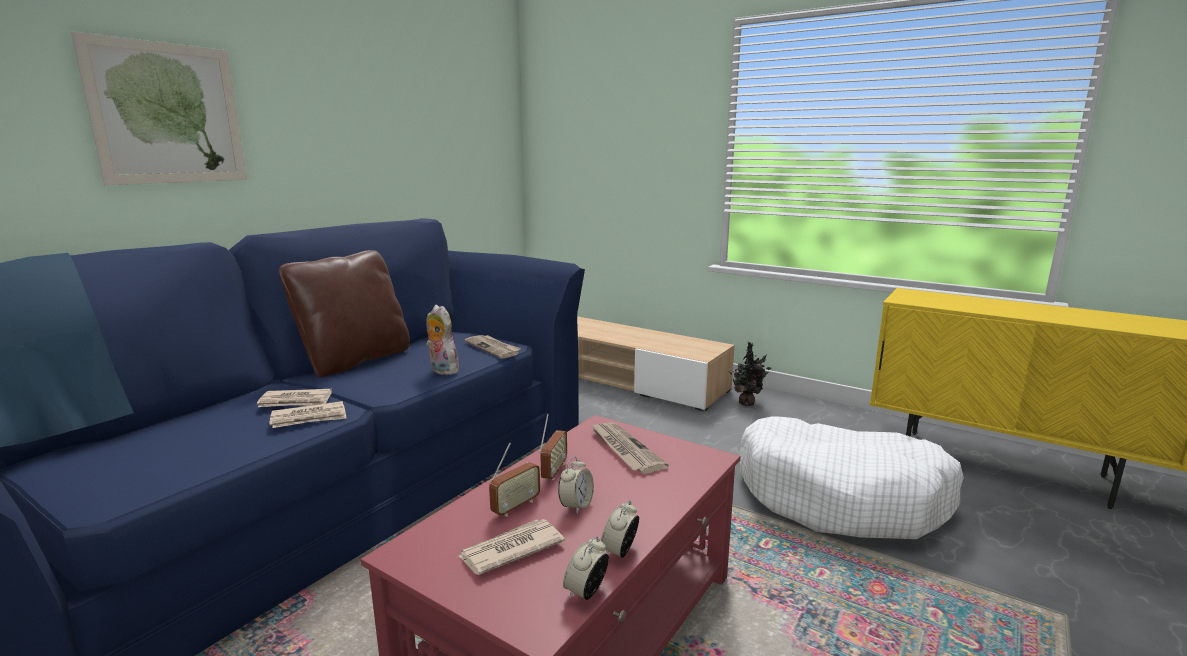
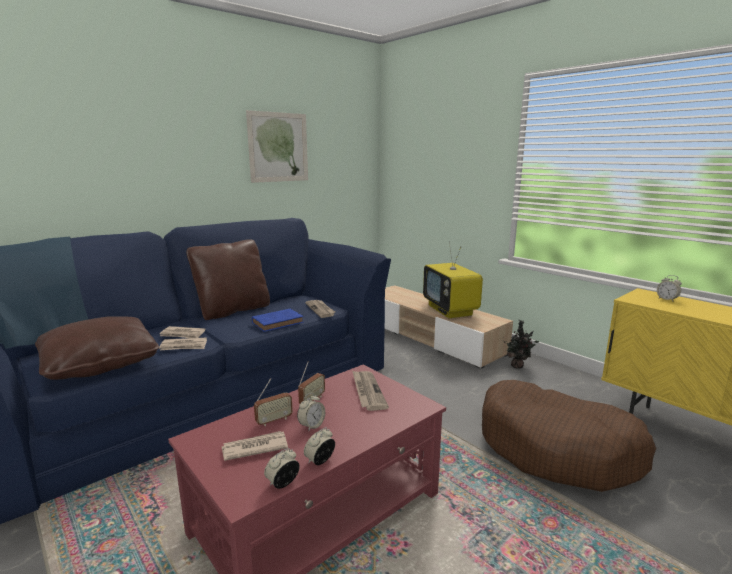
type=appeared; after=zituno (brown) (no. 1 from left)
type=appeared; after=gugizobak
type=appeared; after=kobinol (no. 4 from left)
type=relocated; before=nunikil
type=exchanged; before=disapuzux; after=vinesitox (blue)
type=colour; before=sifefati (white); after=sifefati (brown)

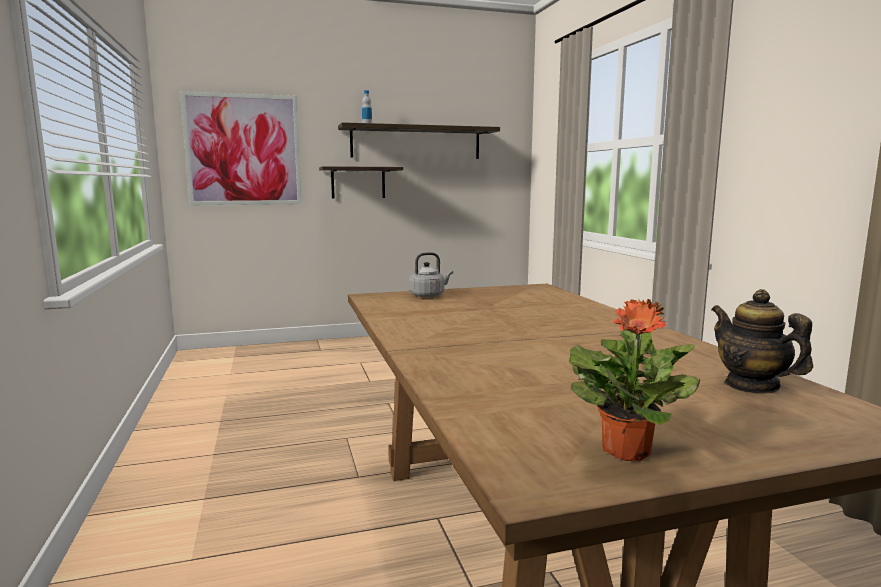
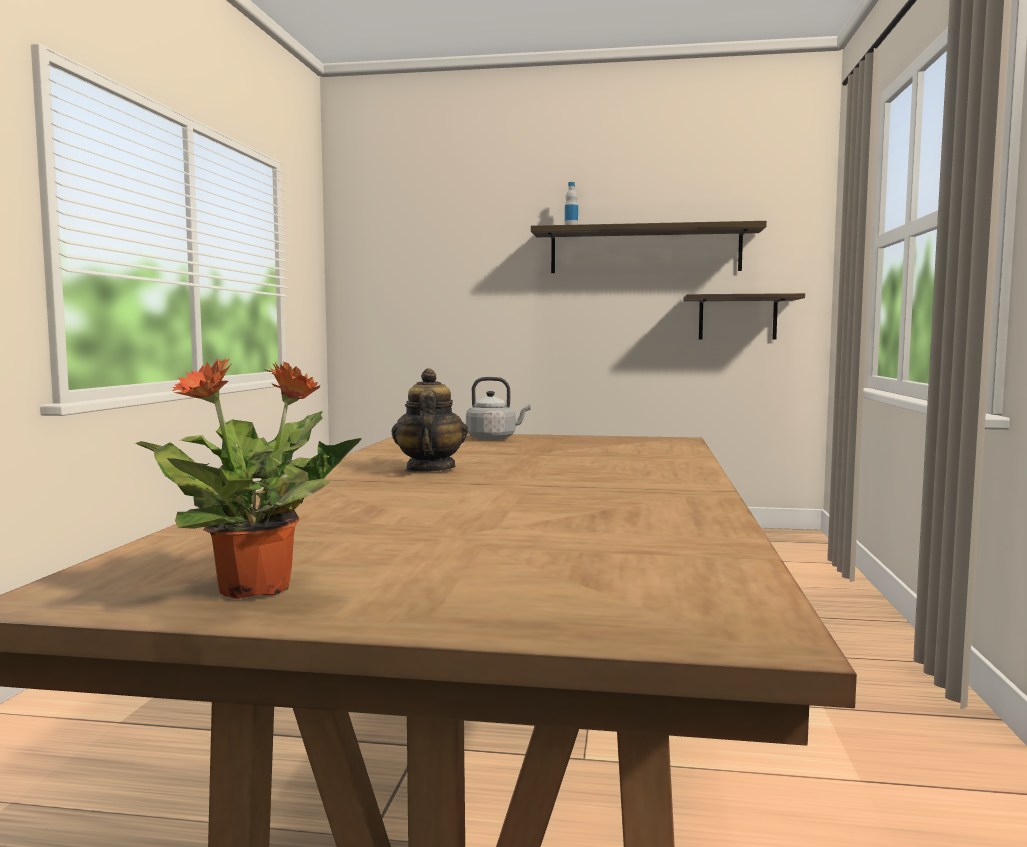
type=missing; before=nunikil
type=relocated; before=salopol (no. 1 from left in the first image); after=salopol (no. 2 from left)
type=relocated; before=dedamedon

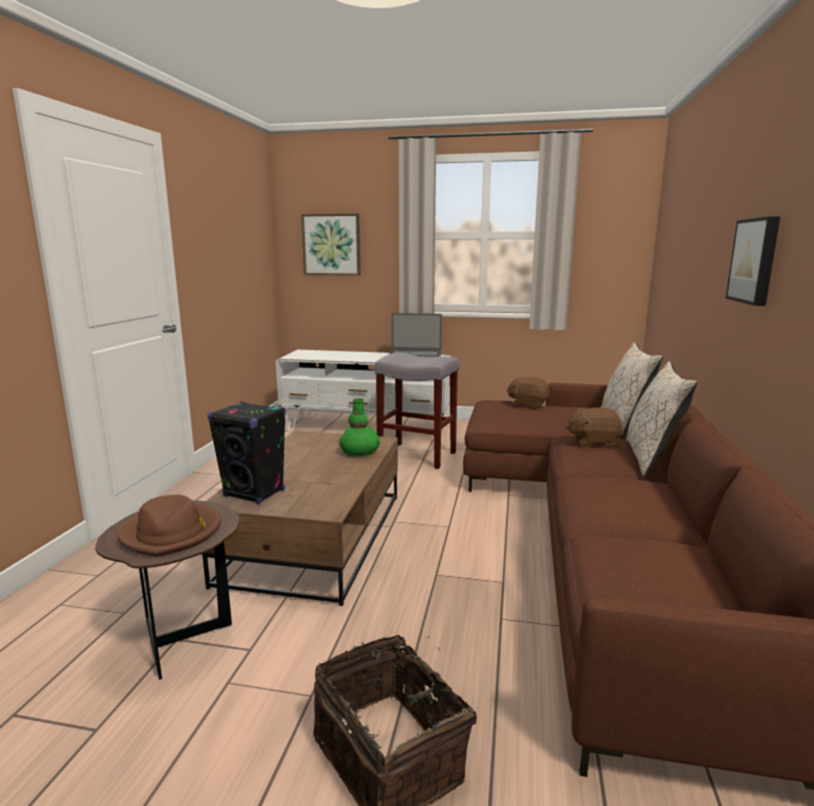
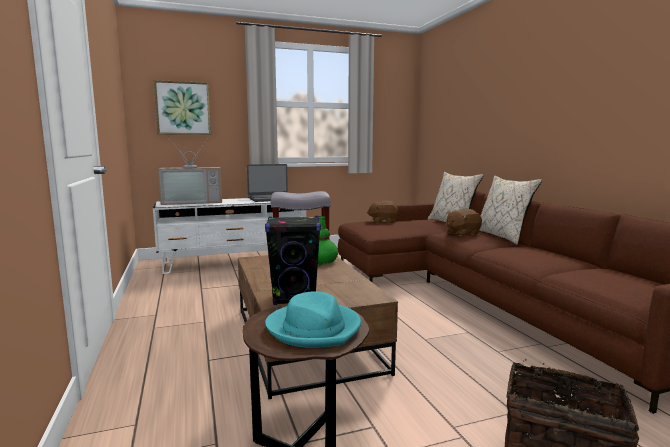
type=missing; before=nunikil (no. 2 from left)
type=appeared; after=gugizobak
type=colour; before=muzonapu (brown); after=muzonapu (turquoise)

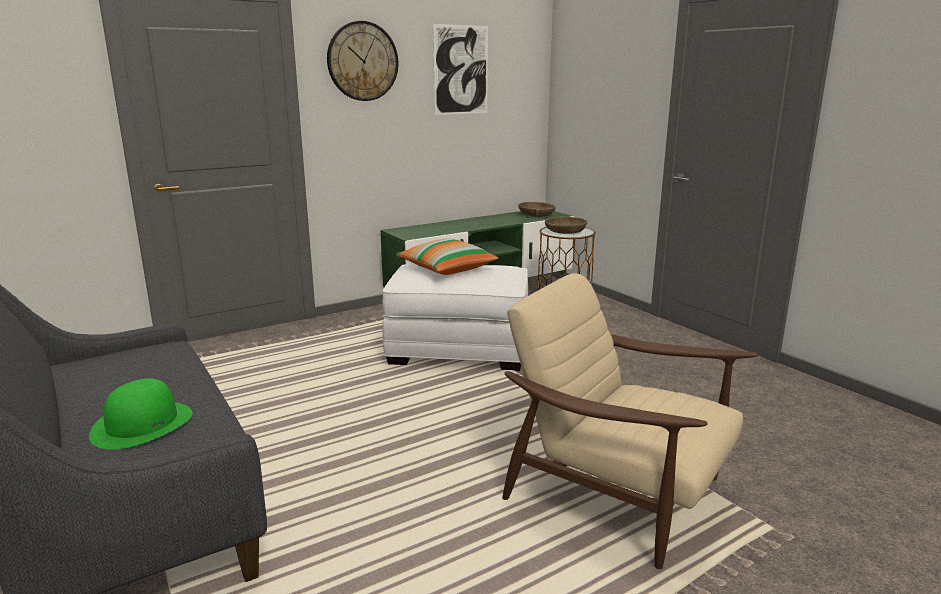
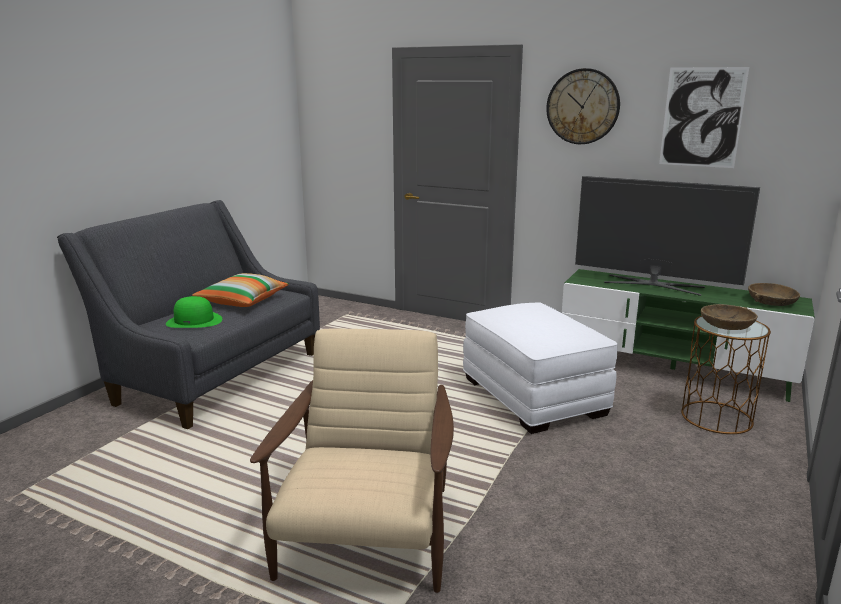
type=appeared; after=gugizobak
type=relocated; before=zituno

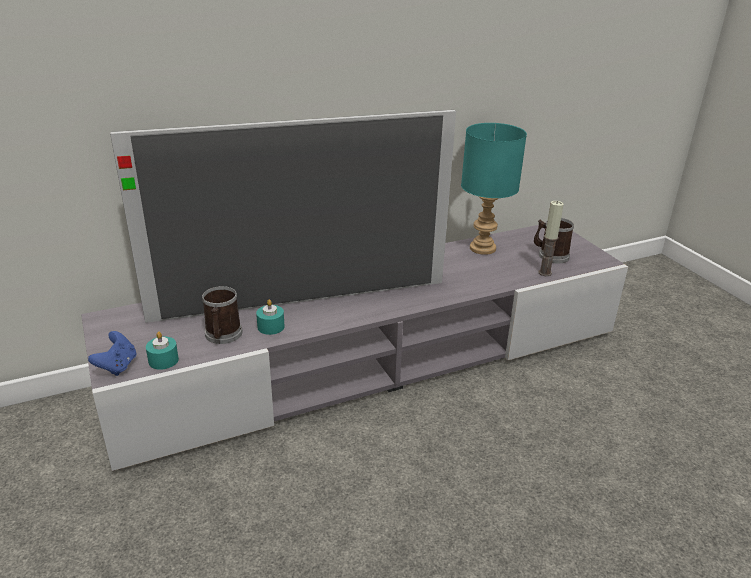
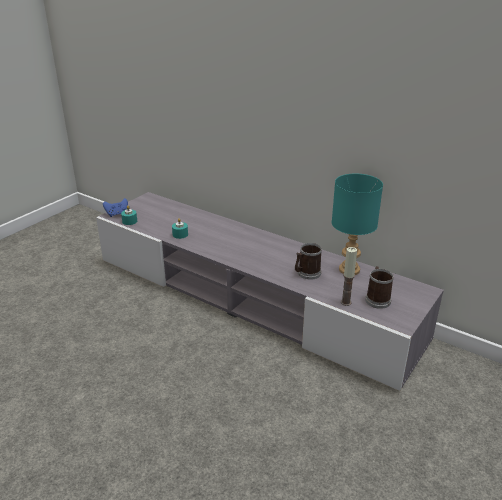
type=missing; before=gugizobak
type=relocated; before=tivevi (no. 1 from left)

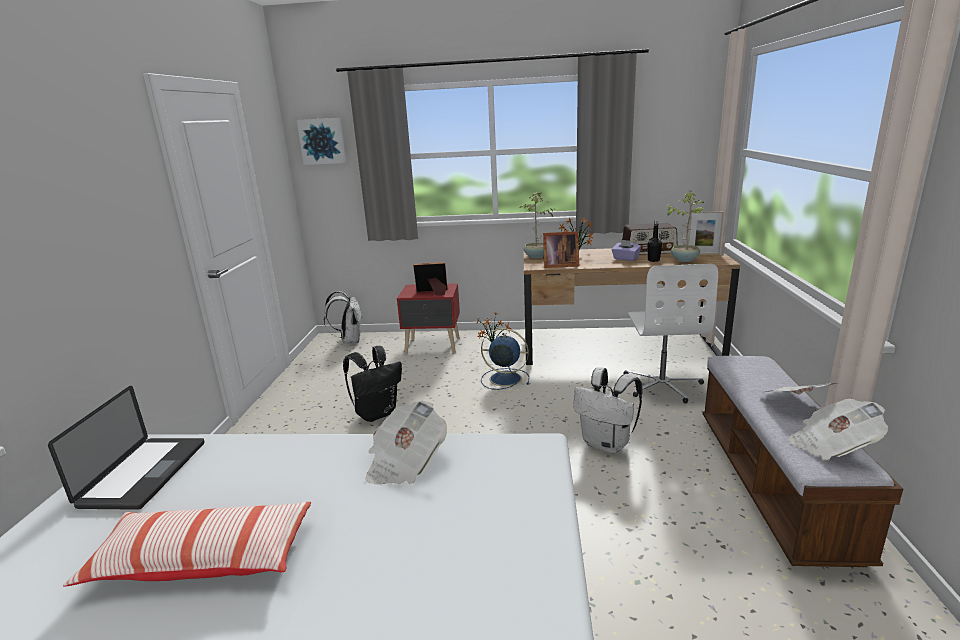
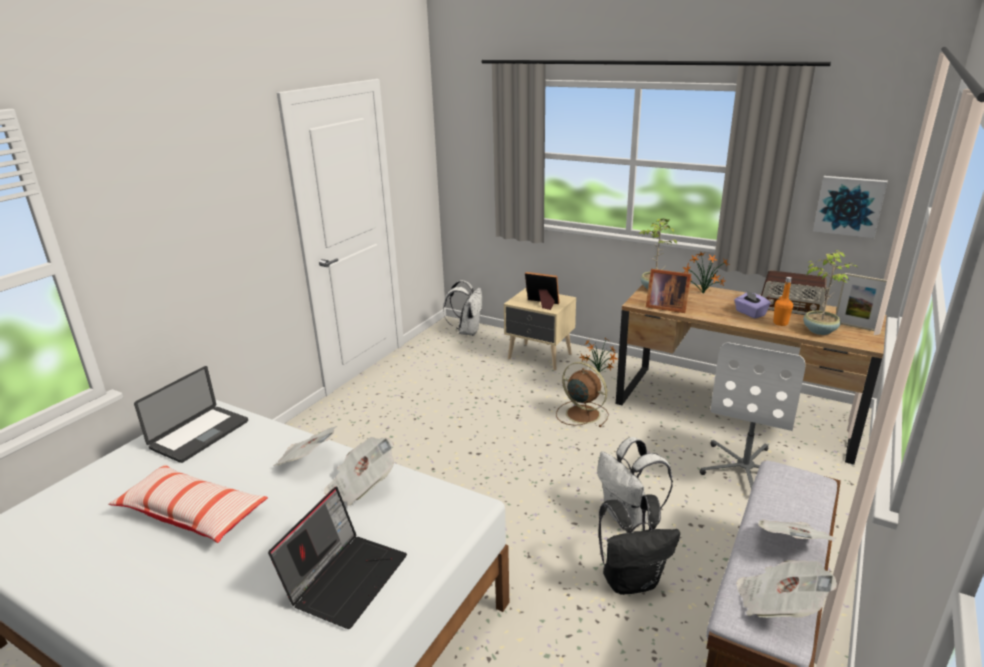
type=appeared; after=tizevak (no. 2 from left)
type=appeared; after=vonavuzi (no. 1 from left)
type=relocated; before=nunikil
type=relocated; before=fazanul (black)
type=colour; before=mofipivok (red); after=mofipivok (beige)
type=colour; before=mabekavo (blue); after=mabekavo (brown)
type=colour; before=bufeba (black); after=bufeba (orange)

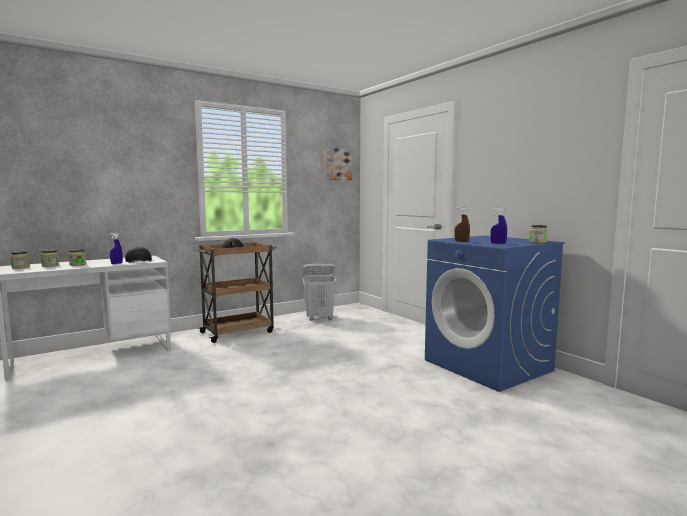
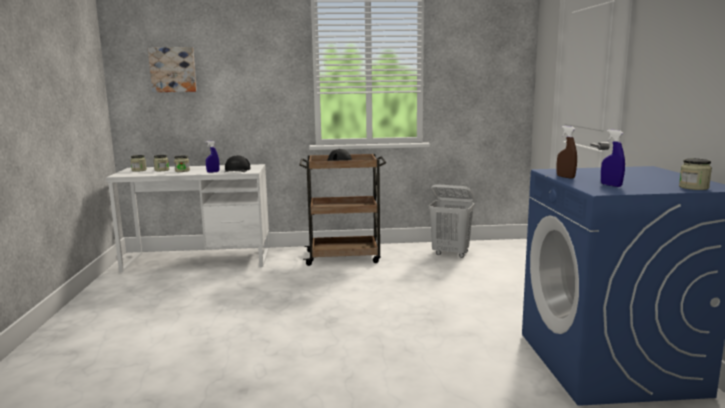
type=relocated; before=nunikil

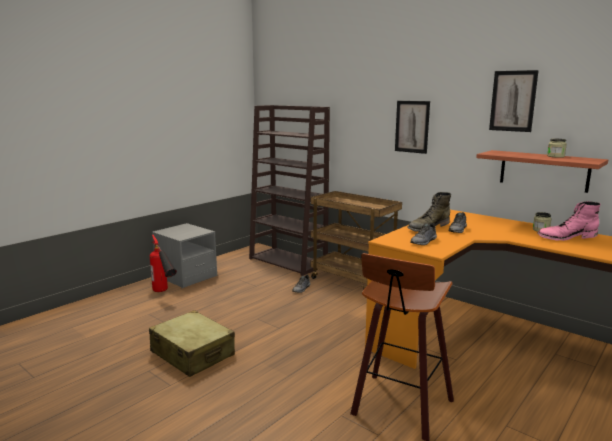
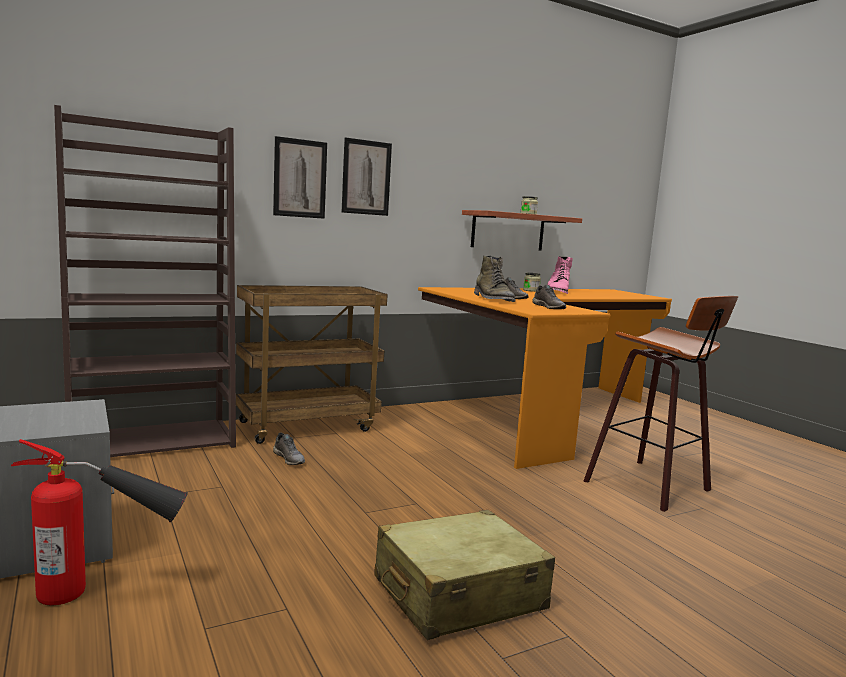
type=relocated; before=nunikil (no. 2 from left in the first image); after=nunikil (no. 1 from left)

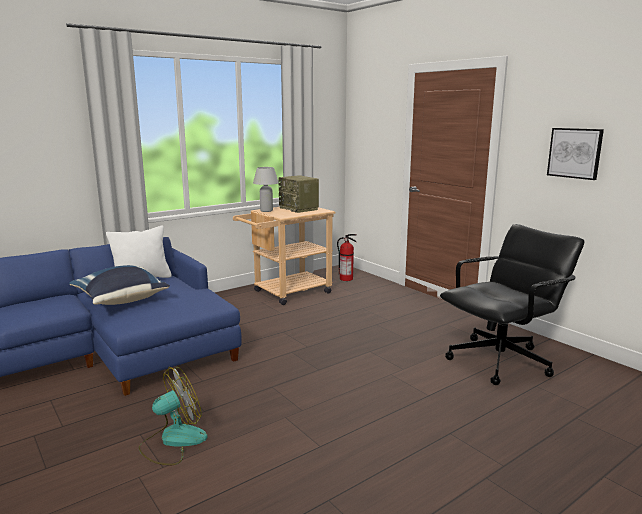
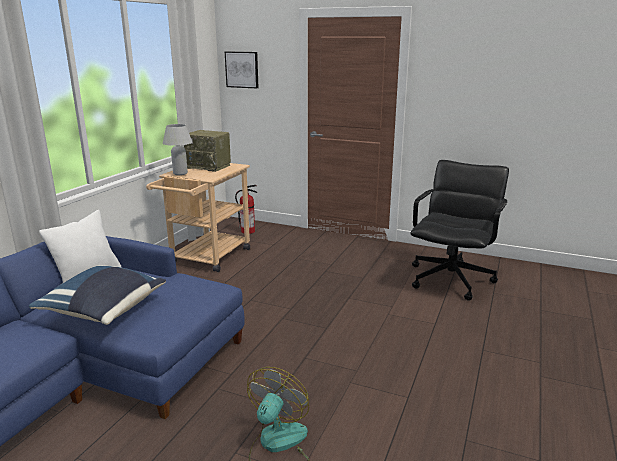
type=relocated; before=nunikil

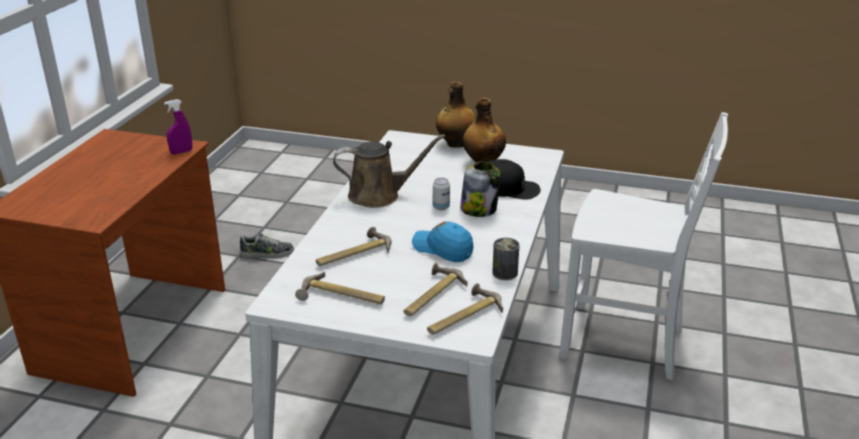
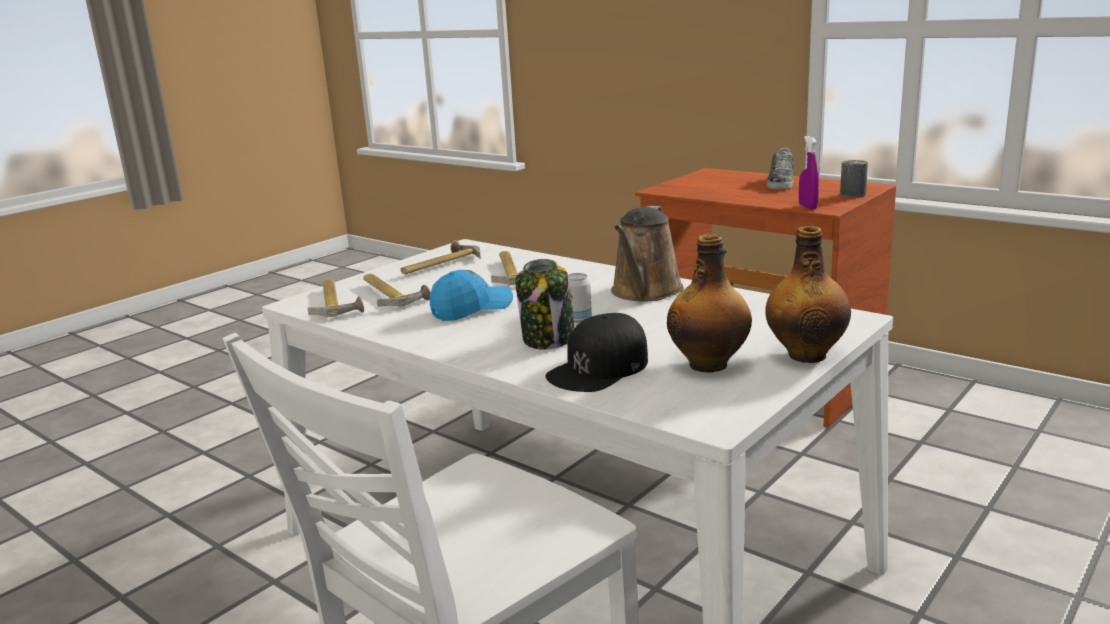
type=relocated; before=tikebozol
type=relocated; before=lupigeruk (no. 2 from left)

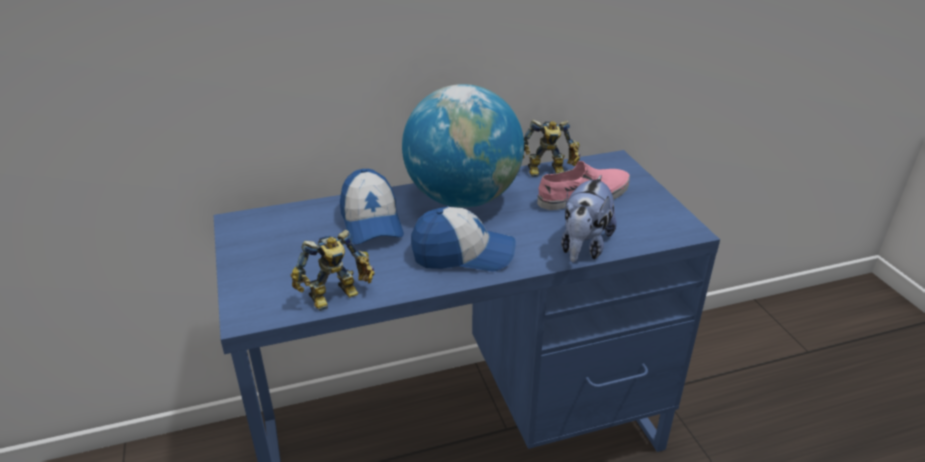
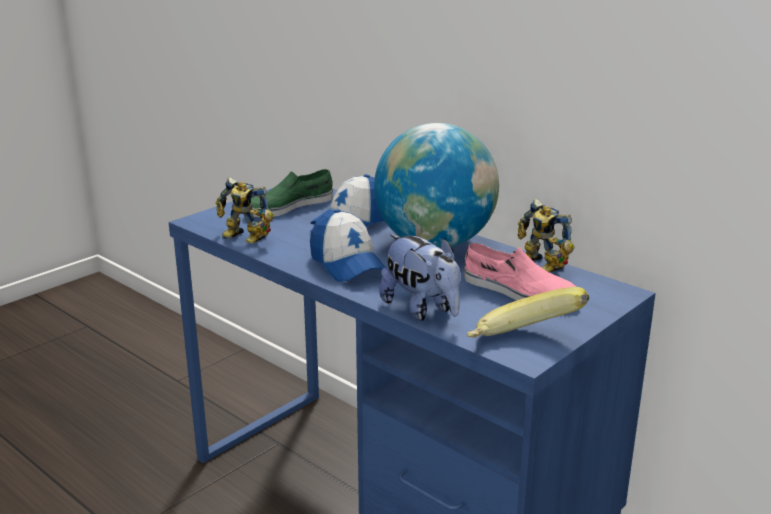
type=appeared; after=tikebozol (green)
type=appeared; after=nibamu
type=spun; before=disapuzux; turn=-120

